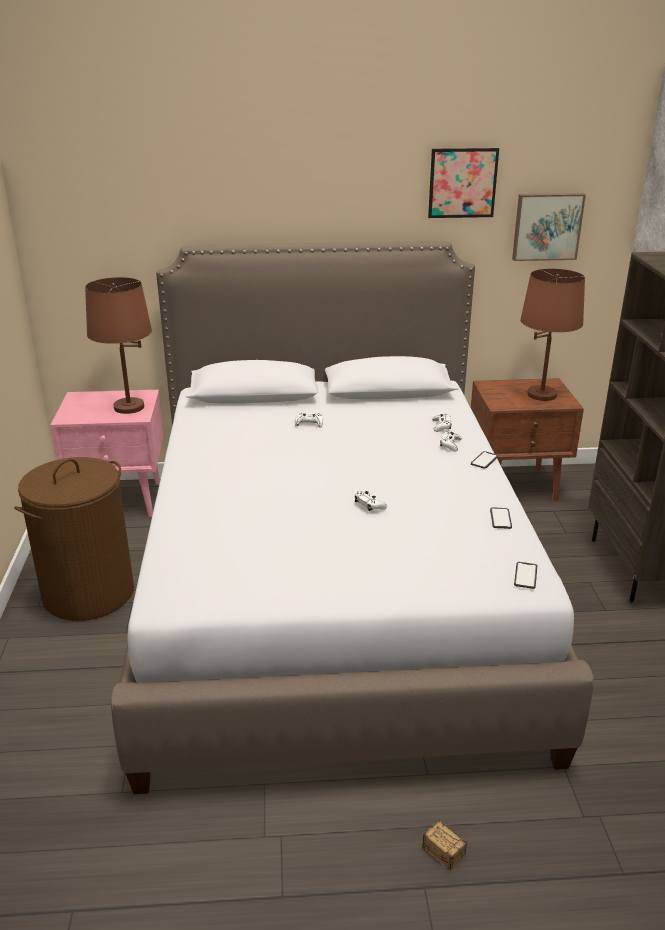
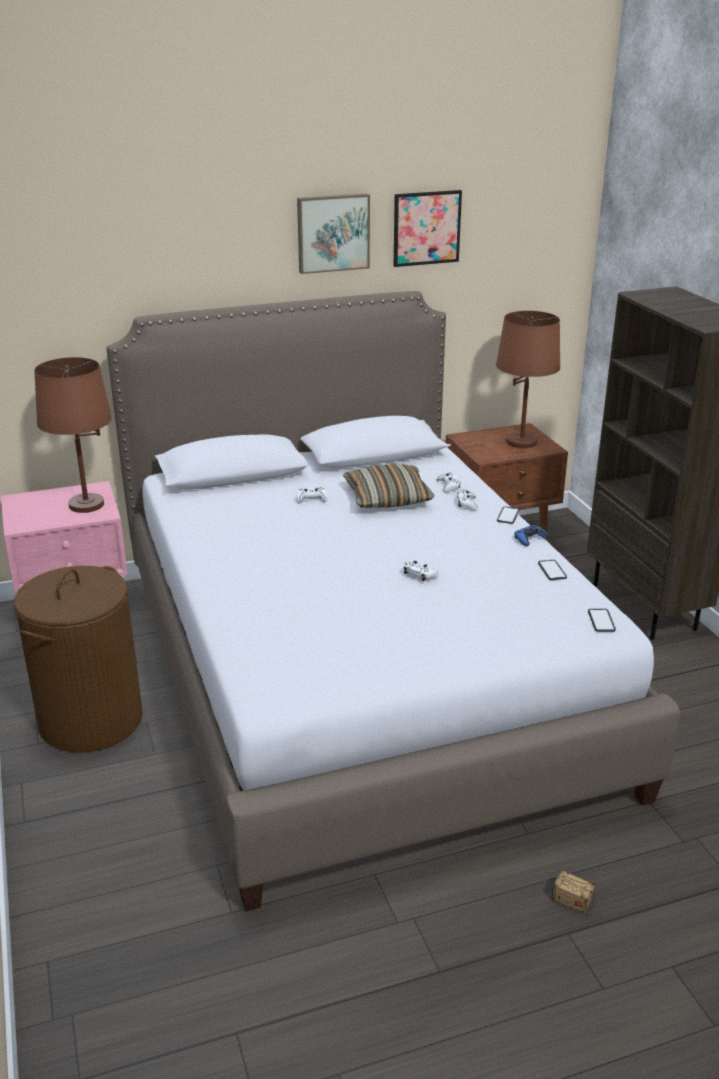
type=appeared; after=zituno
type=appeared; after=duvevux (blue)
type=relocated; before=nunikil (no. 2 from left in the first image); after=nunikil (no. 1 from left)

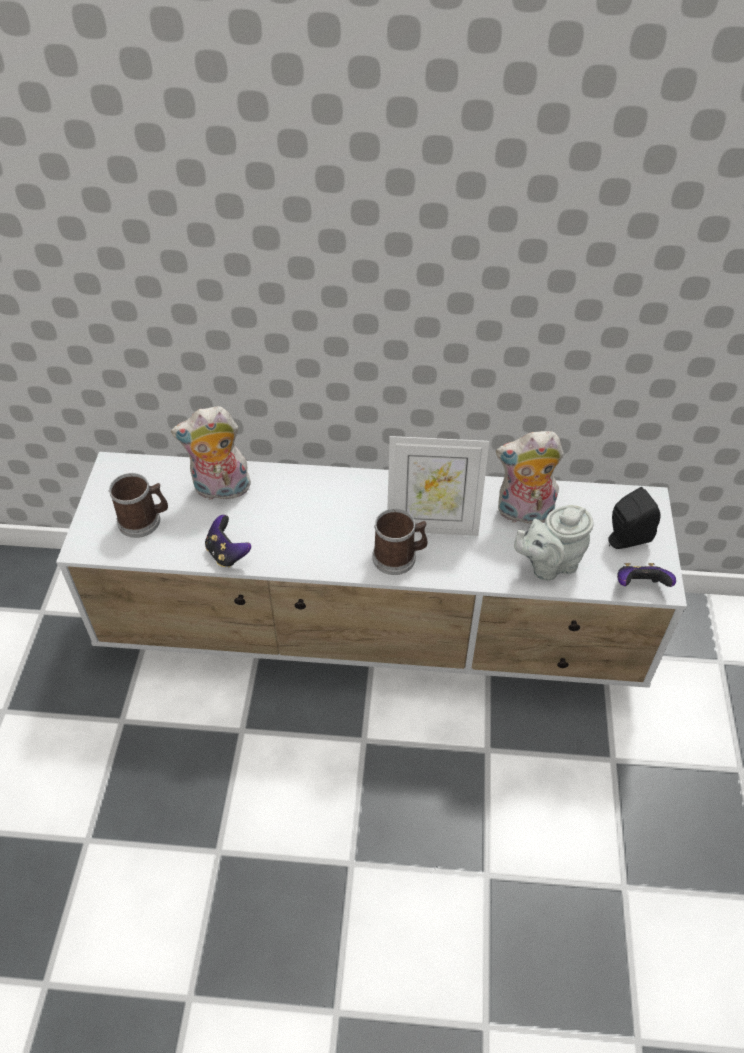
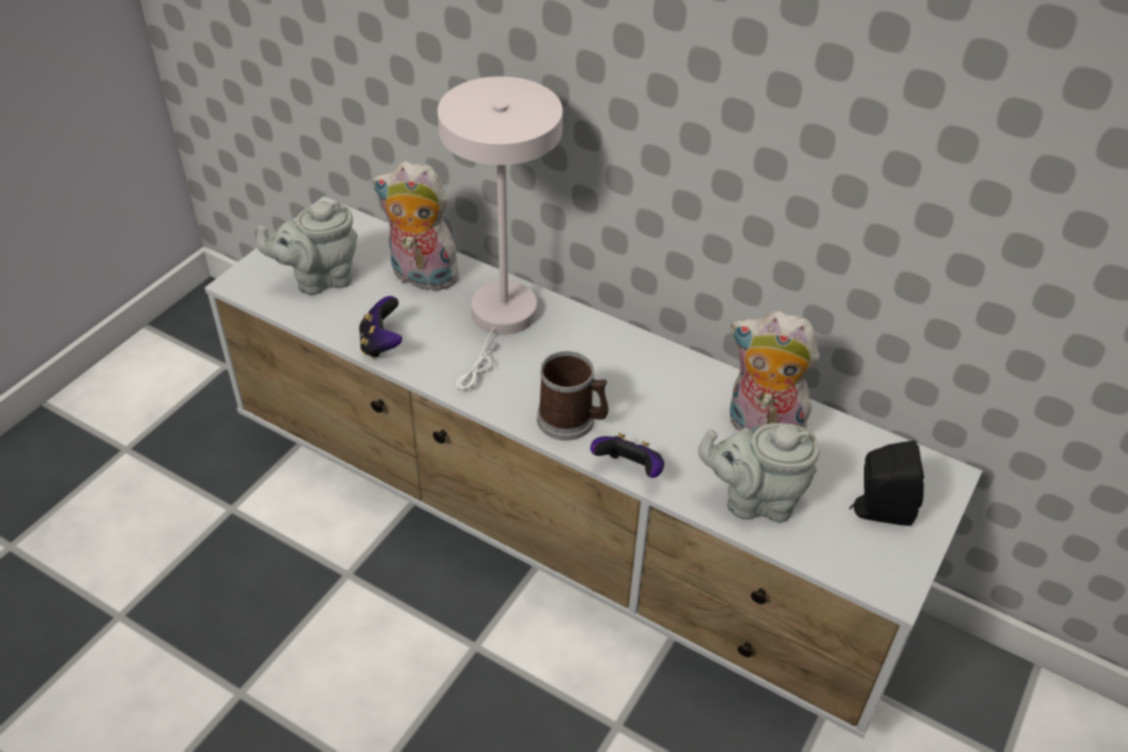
type=missing; before=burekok
type=appeared; after=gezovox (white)
type=relocated; before=duvevux (no. 2 from left)
type=exchanged; before=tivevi (no. 1 from left); after=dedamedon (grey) (no. 1 from left)

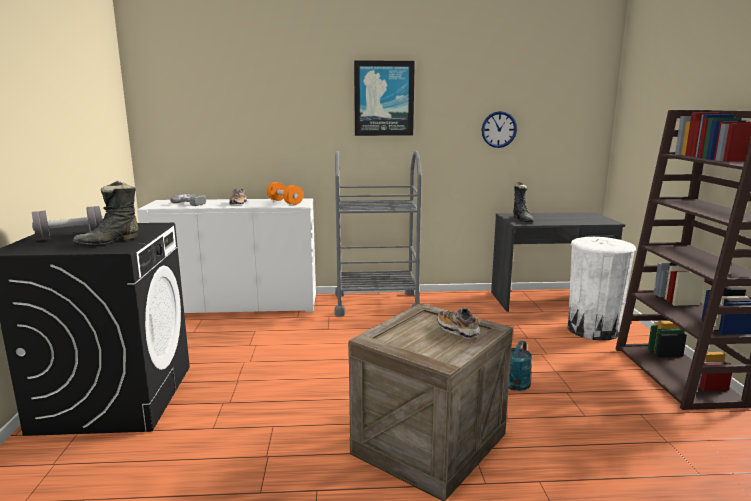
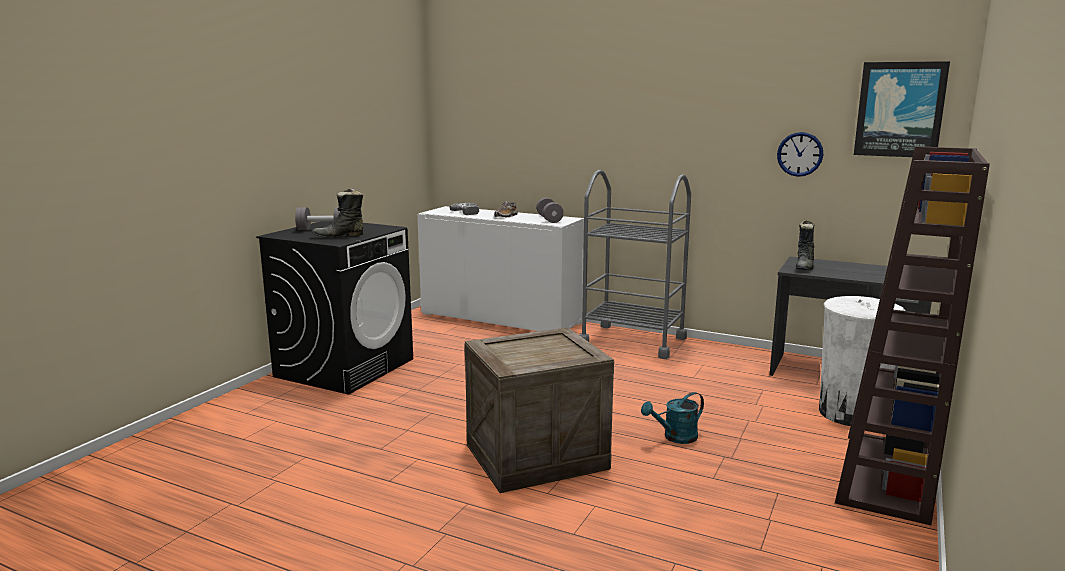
type=missing; before=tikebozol (no. 2 from left)
type=relocated; before=nunikil
type=colour; before=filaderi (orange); after=filaderi (grey) (no. 2 from left)

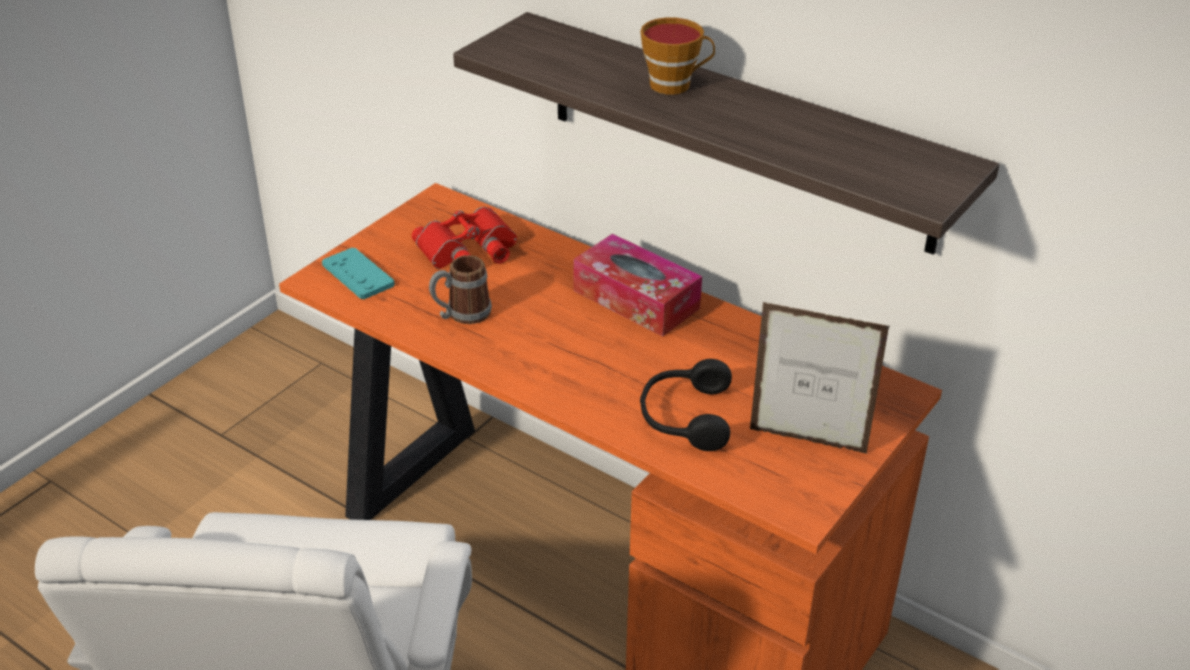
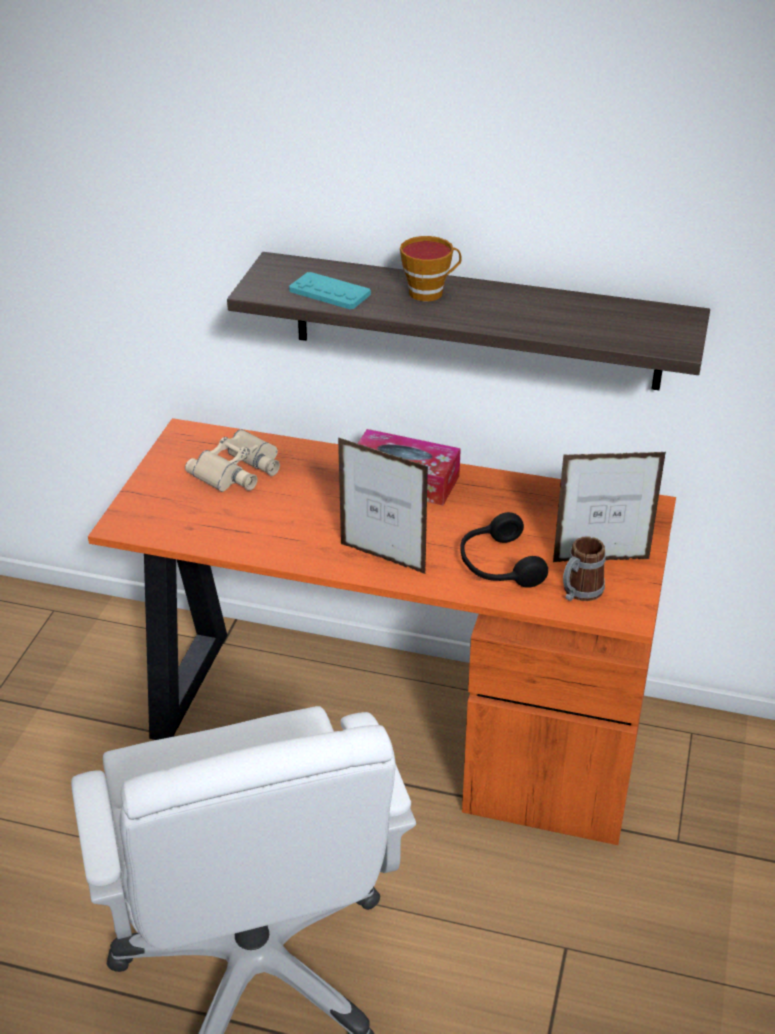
type=appeared; after=burekok (no. 1 from left)
type=relocated; before=duvevux (turquoise)
type=relocated; before=tivevi
type=colour; before=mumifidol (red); after=mumifidol (beige)

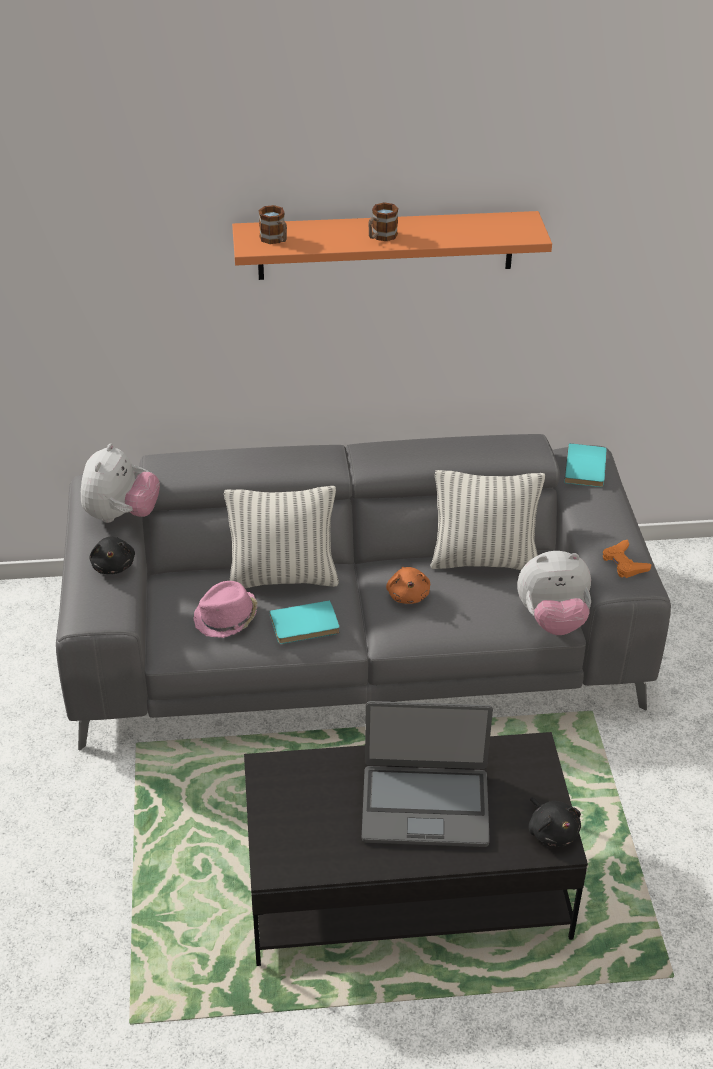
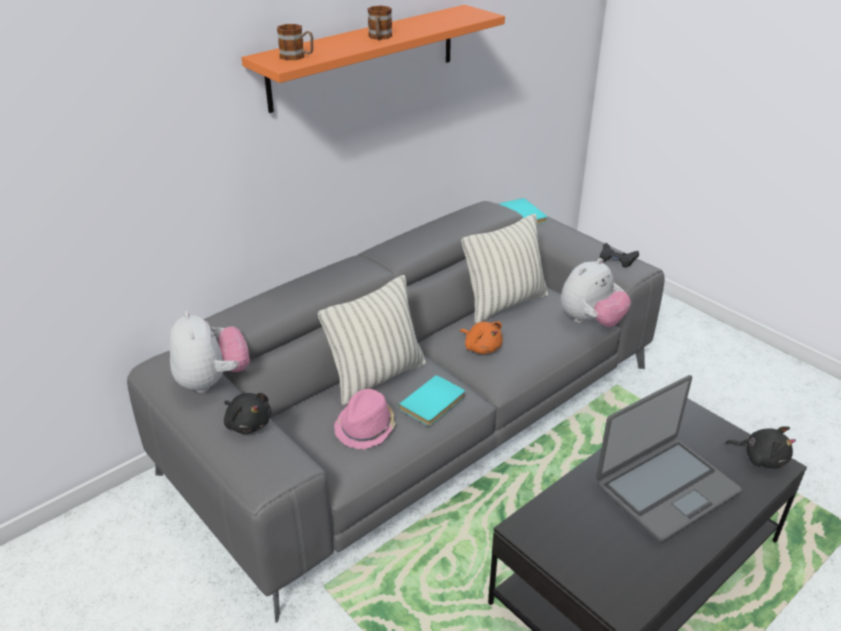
type=colour; before=duvevux (orange); after=duvevux (black)

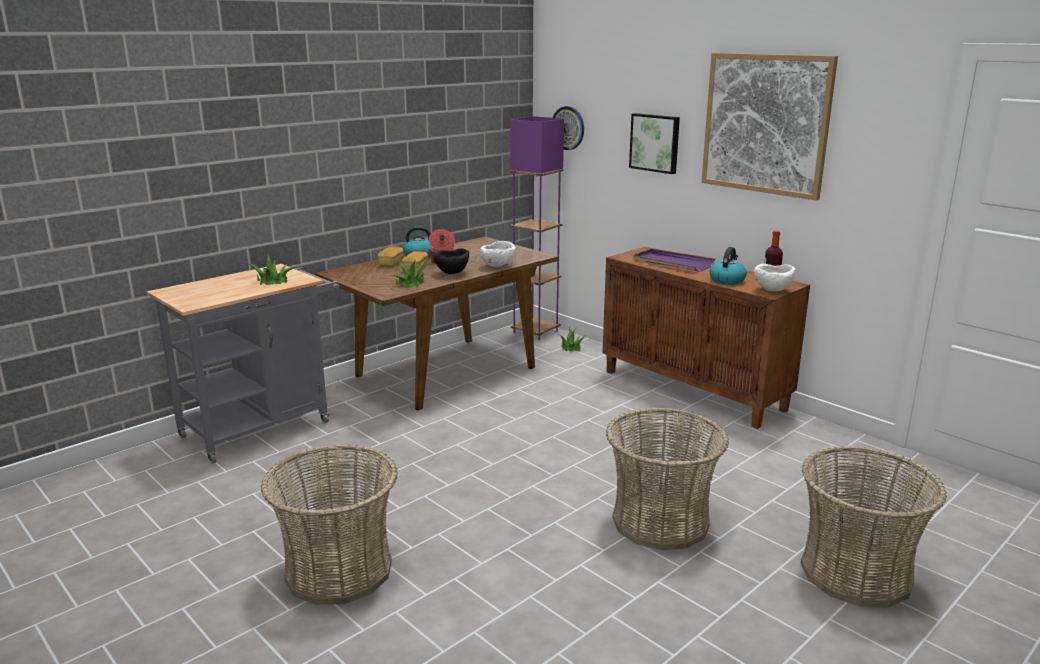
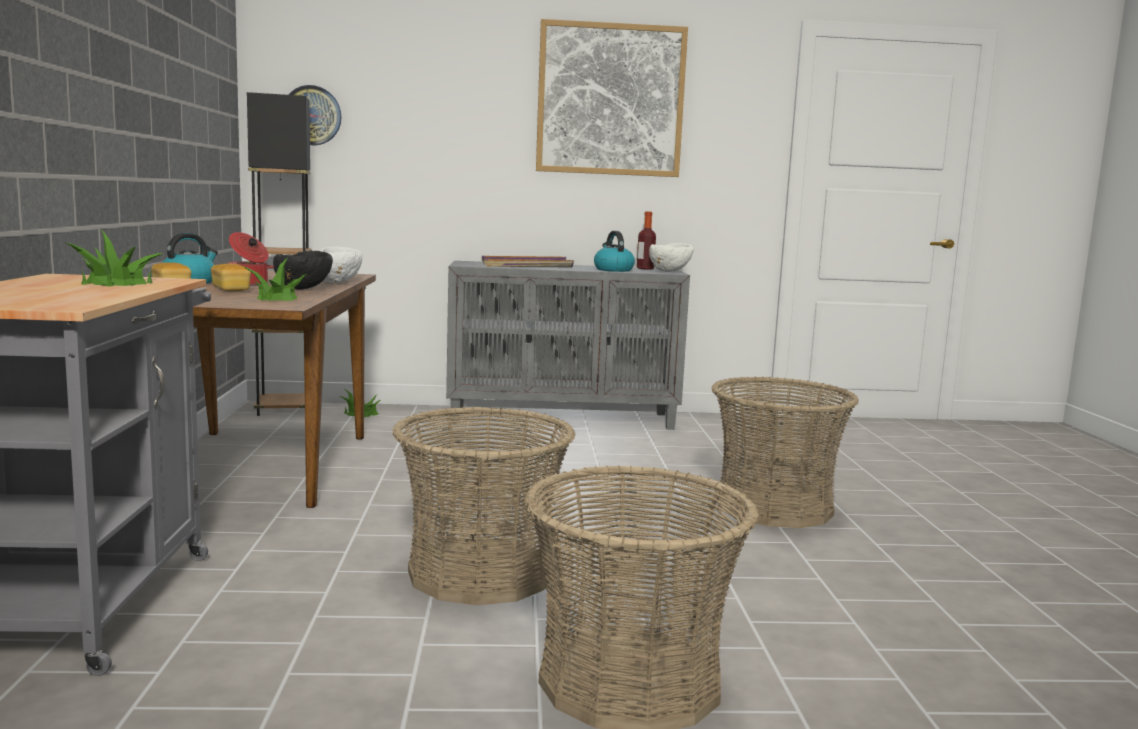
type=missing; before=nunikil (no. 1 from left)
type=relocated; before=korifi (no. 3 from left in the first image); after=korifi (no. 1 from left)
type=colour; before=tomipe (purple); after=tomipe (black)
type=colour; before=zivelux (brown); after=zivelux (grey)

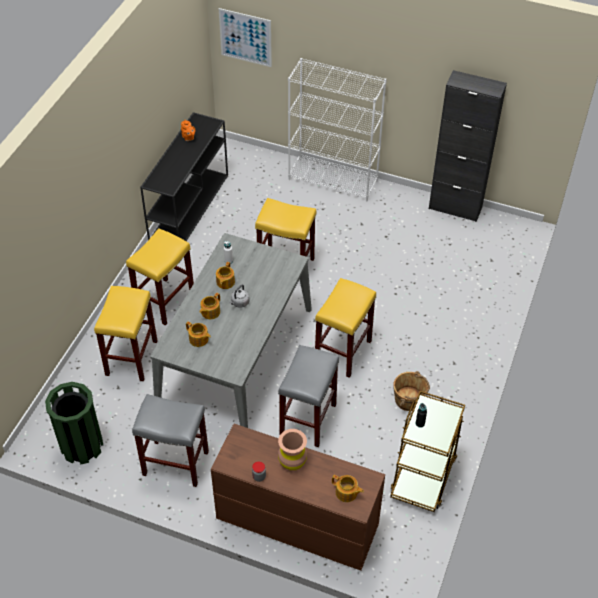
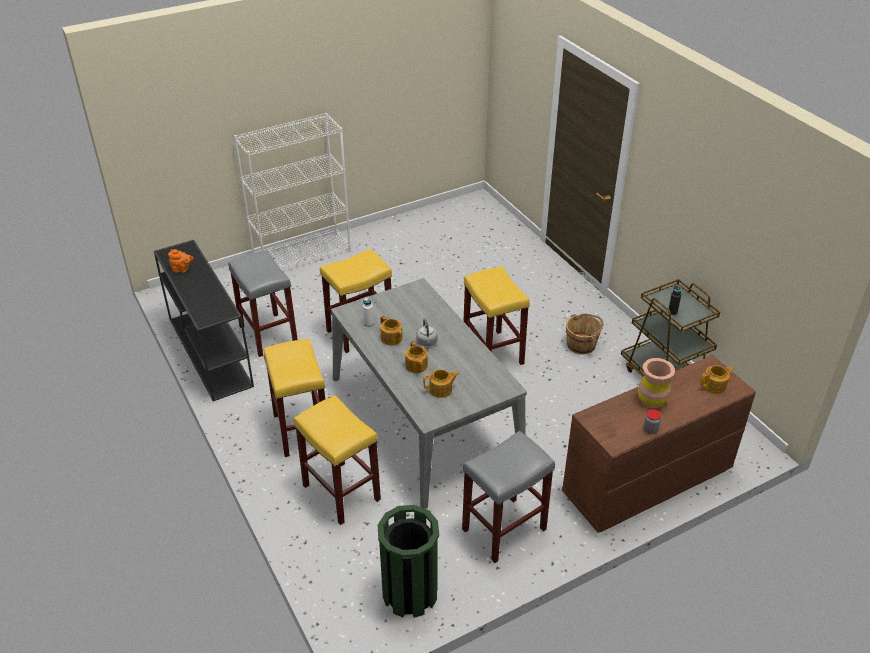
type=missing; before=nunikil
type=missing; before=zivelux (black)
type=relocated; before=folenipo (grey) (no. 2 from left in the first image); after=folenipo (grey) (no. 1 from left)

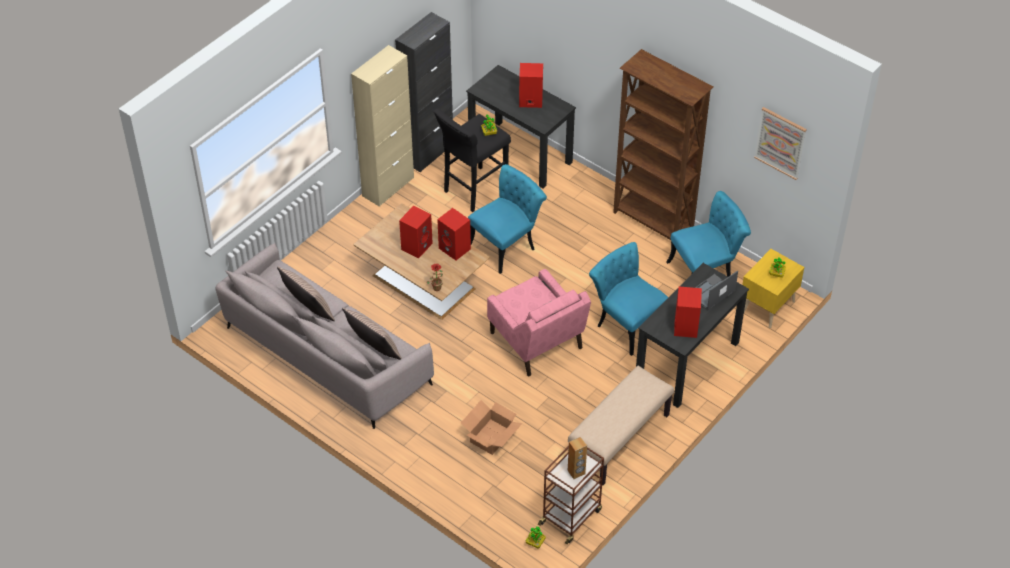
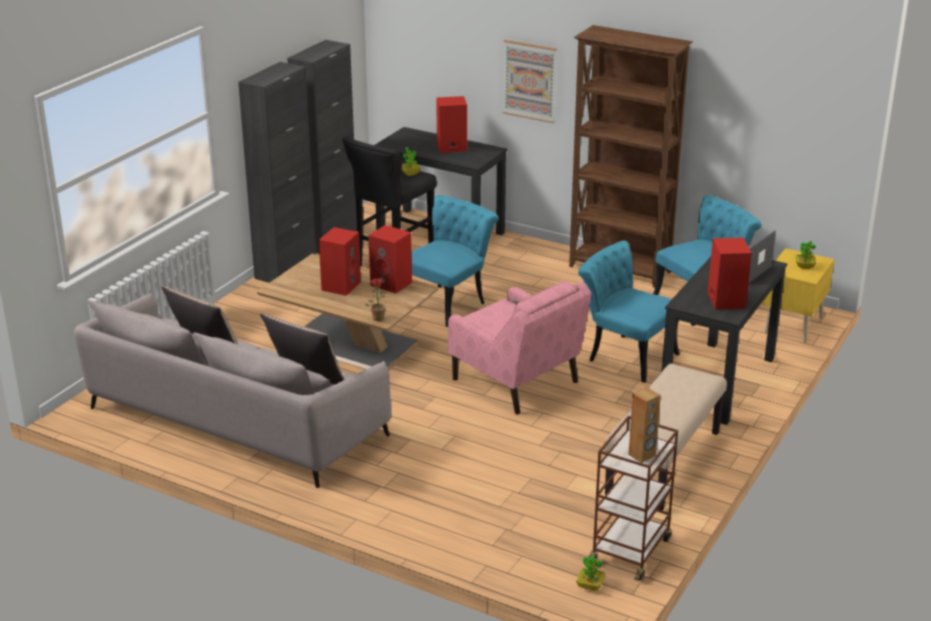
type=missing; before=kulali
type=relocated; before=nunikil
type=colour; before=zivelux (beige); after=zivelux (black) (no. 1 from left)

